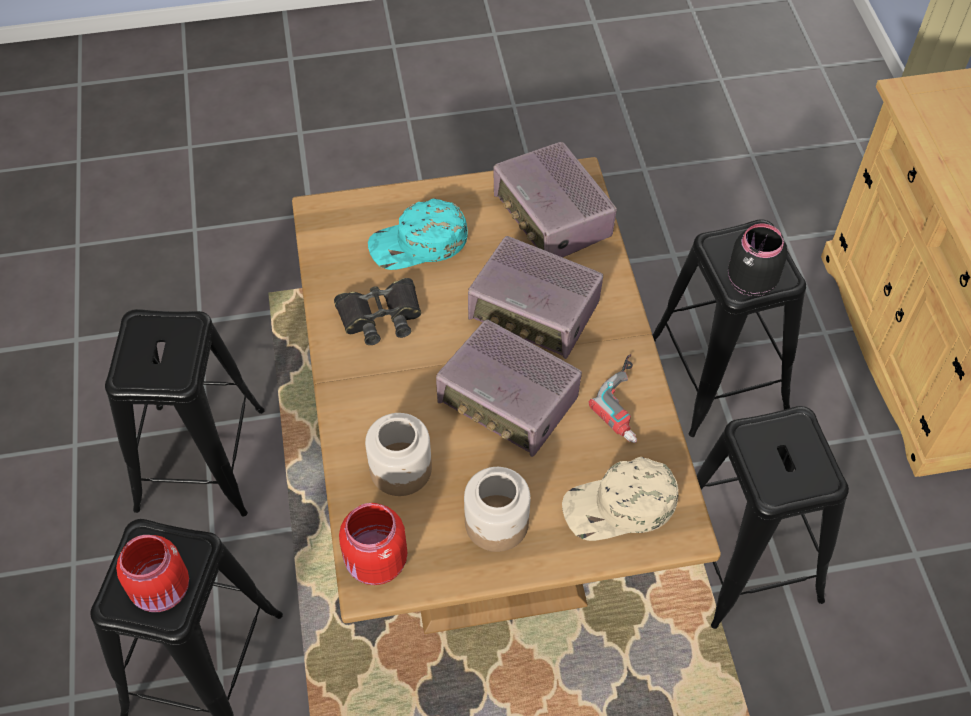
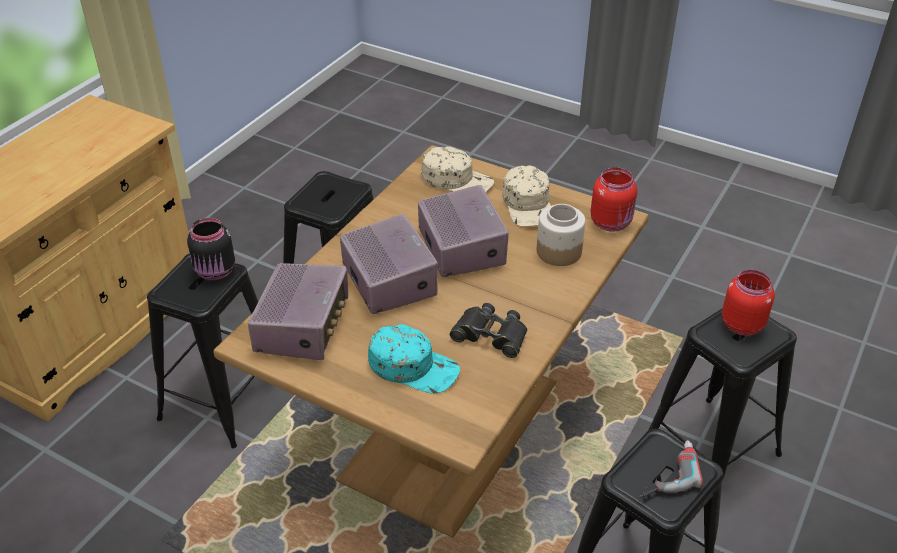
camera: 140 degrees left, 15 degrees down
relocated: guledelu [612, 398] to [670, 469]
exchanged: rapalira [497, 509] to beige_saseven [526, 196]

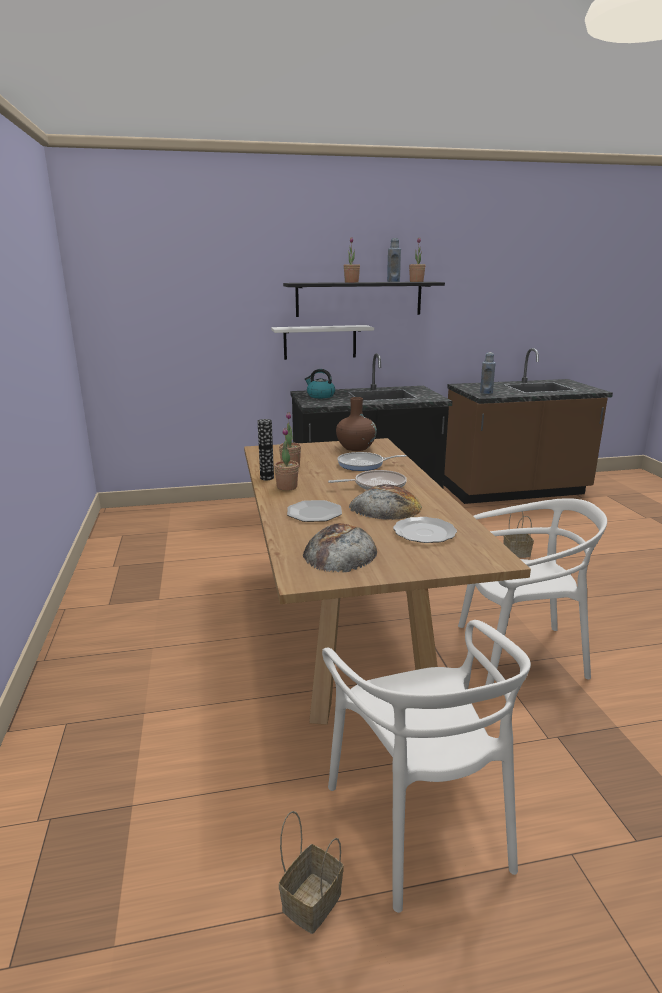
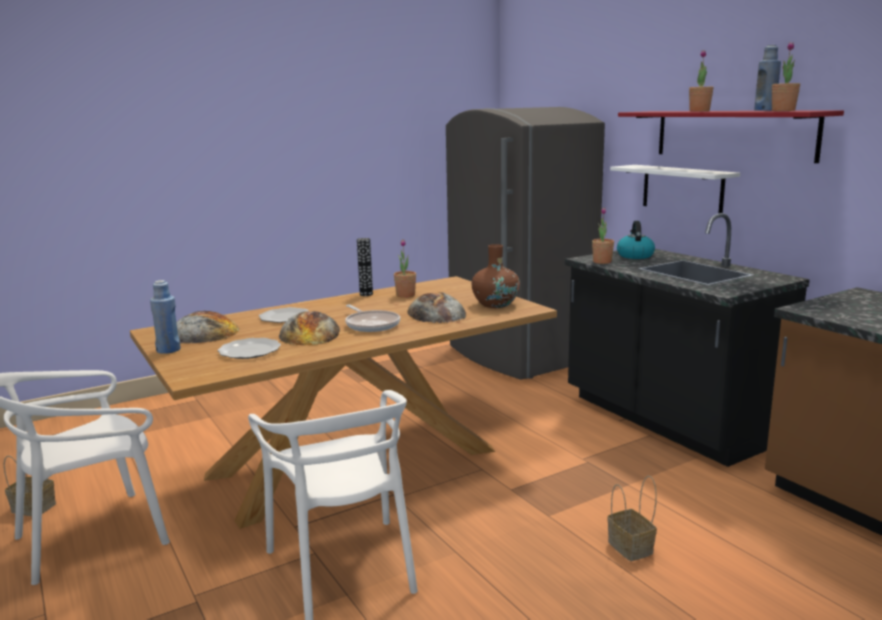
camera: 70 degrees right, 5 degrees down
appeared: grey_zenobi [525, 243]
relocated: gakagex [286, 459] to [603, 235]; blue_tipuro [488, 373] to [165, 317]
exchanged: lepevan [372, 461] to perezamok [437, 307]
colour: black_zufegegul [364, 299] to red_zufegegul [731, 136]

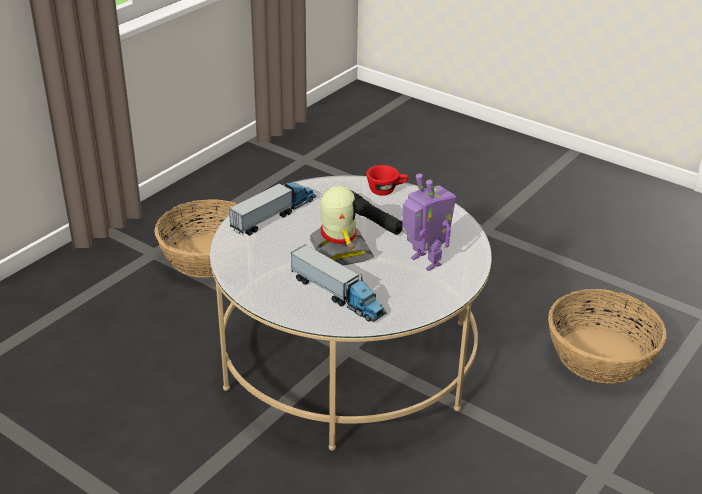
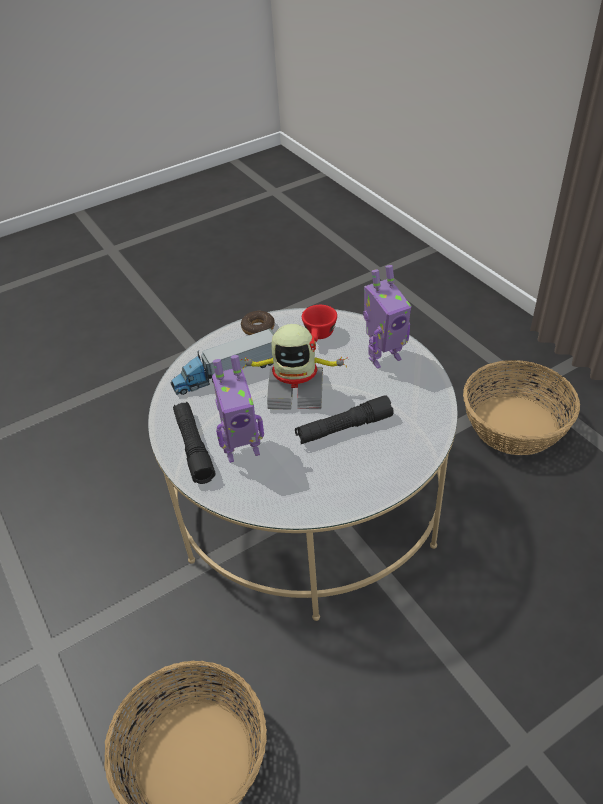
camera: 115 degrees right, 10 degrees up
appeared: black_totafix [194, 443]; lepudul [258, 323]
relocated: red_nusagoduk [387, 180] to [319, 323]
exchanged: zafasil [272, 207] to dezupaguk [387, 317]

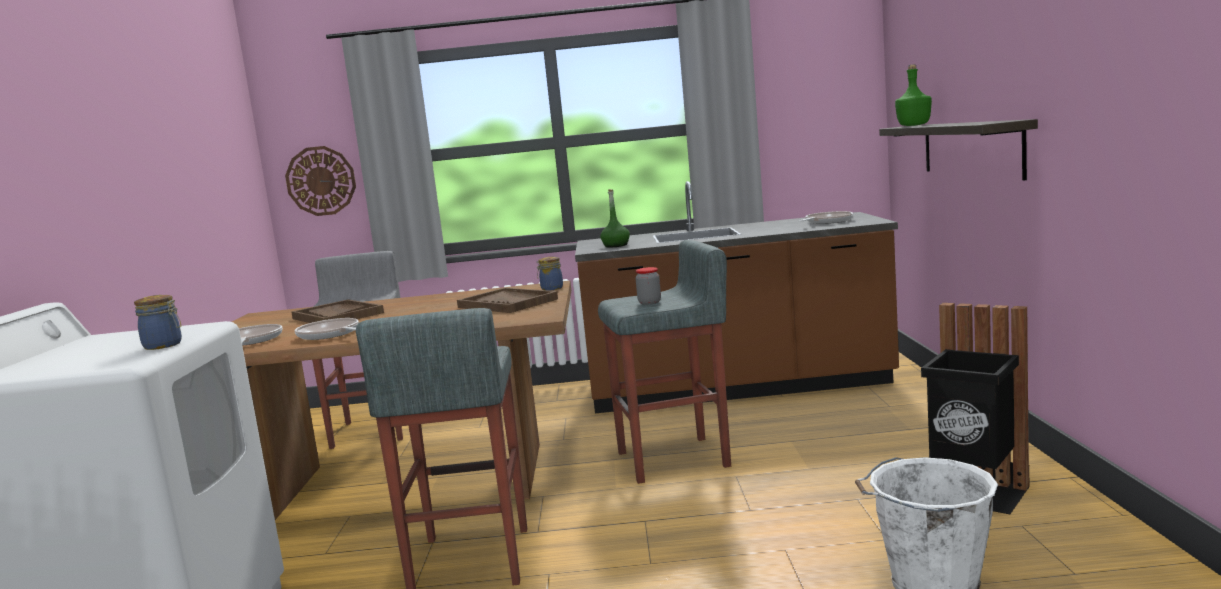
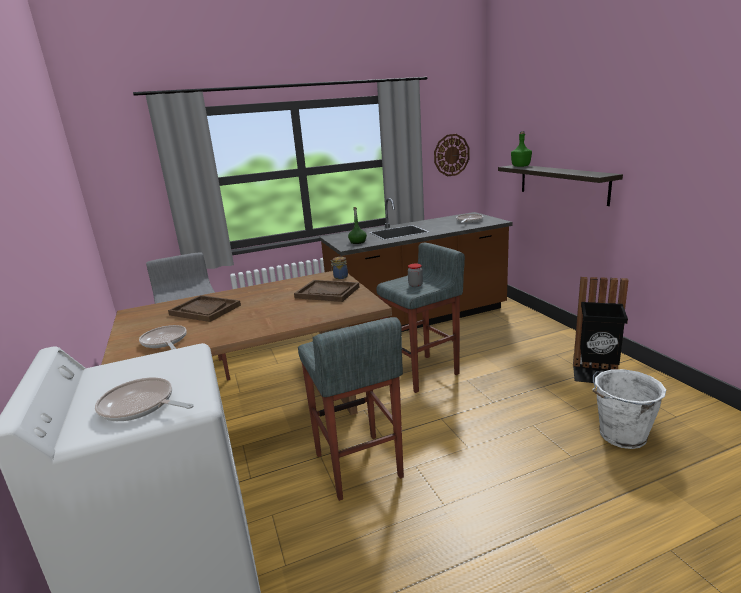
camera: 20 degrees left, 10 degrees up
missing: rapalira [158, 322]
relocated: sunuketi [320, 181] to [452, 155]; lepevan [327, 329] to [144, 399]

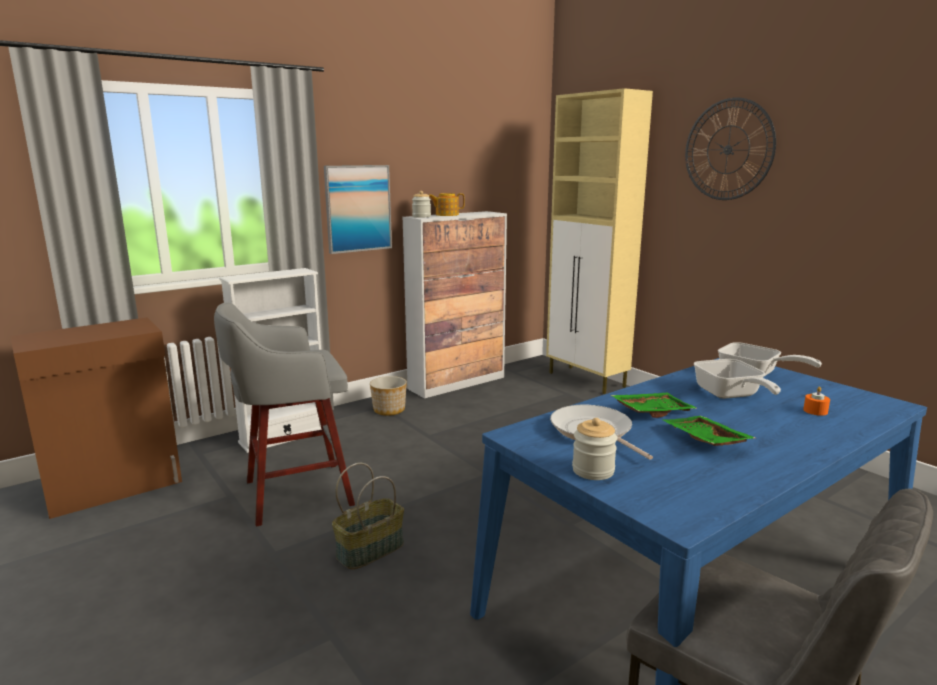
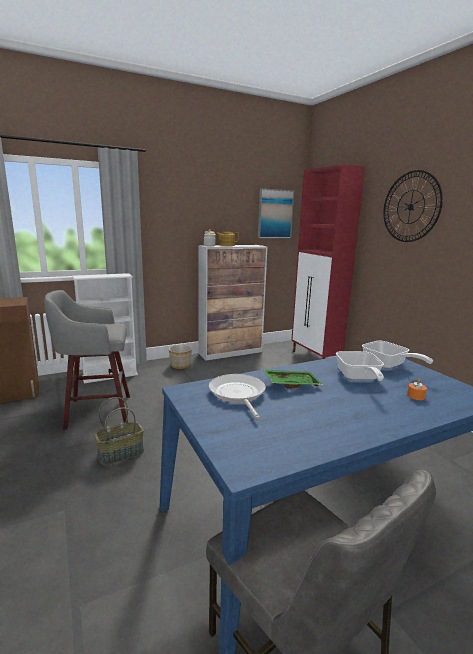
camera: 10 degrees right, 0 degrees up
missing: rapalira [594, 449]; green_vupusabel [709, 431]
relocated: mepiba [358, 209] to [276, 213]
colour: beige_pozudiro [599, 241] to red_pozudiro [328, 261]

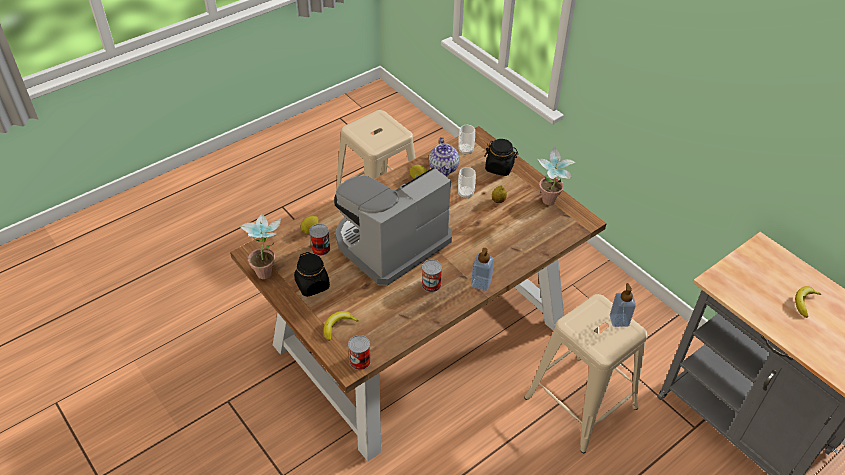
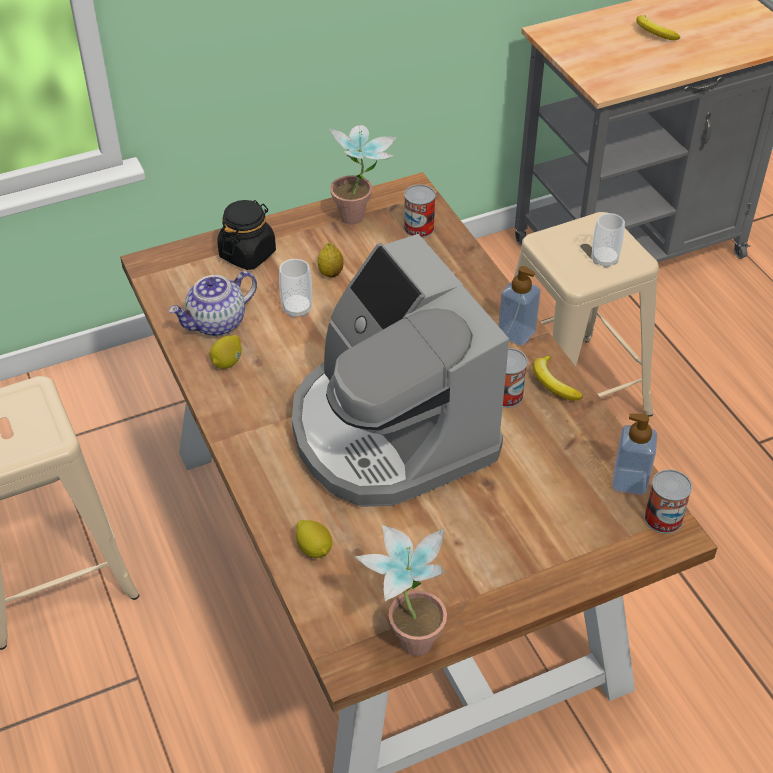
camera: 75 degrees left, 0 degrees up
missing: black_rapalira [312, 274]
relocated: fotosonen [319, 240] to [420, 211]; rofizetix [341, 326] to [558, 378]; nusagoduk [466, 140] to [608, 240]; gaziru [623, 305] to [634, 454]
spun: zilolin [444, 156] = [213, 303] 135 degrees clockwise

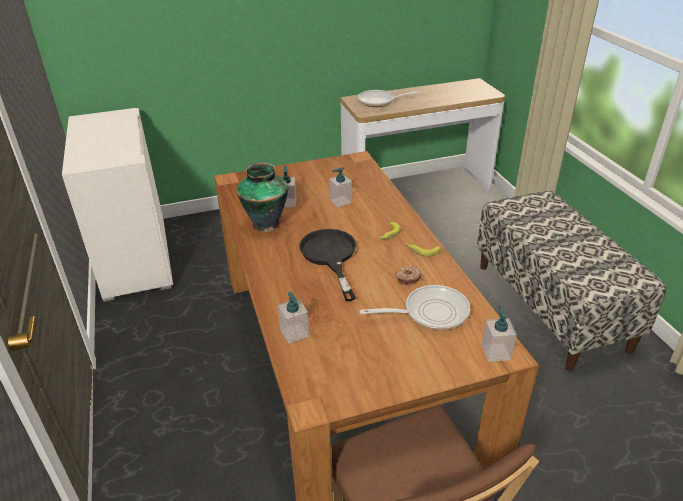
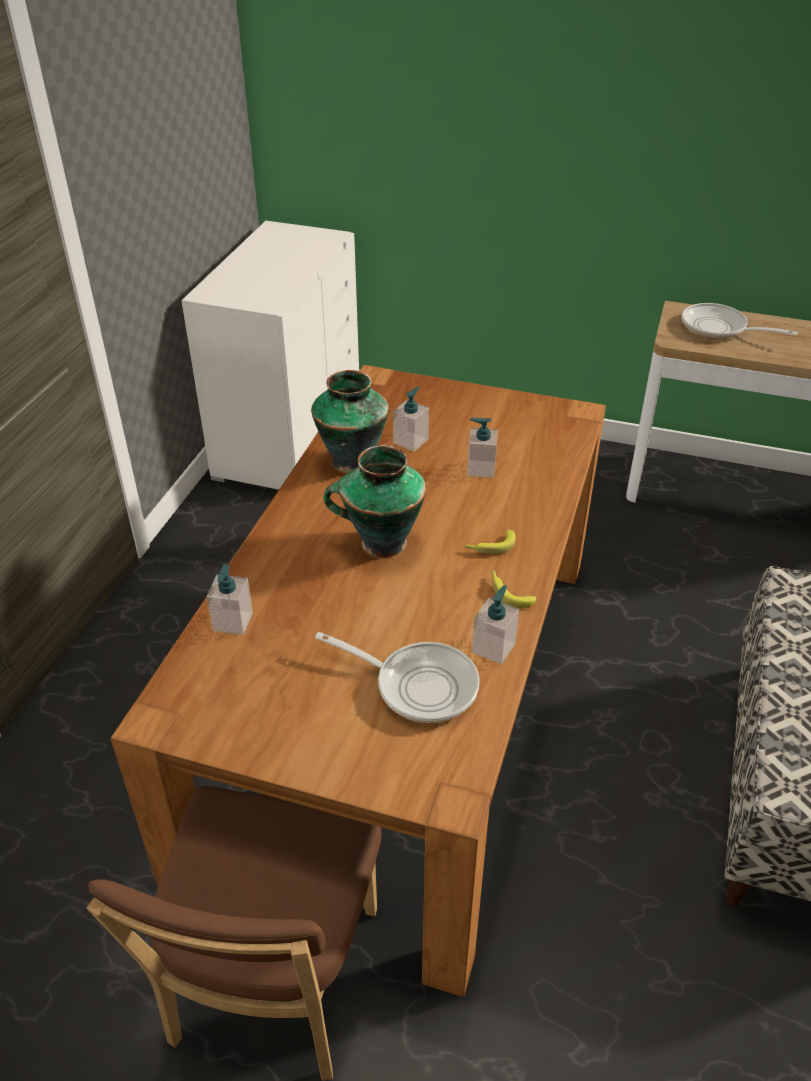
camera: 35 degrees right, 5 degrees up
missing: lepudul [408, 275]
relocated: gaziru [499, 333] to [495, 624]
exchanged: black_lepevan [327, 265] to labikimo [375, 501]

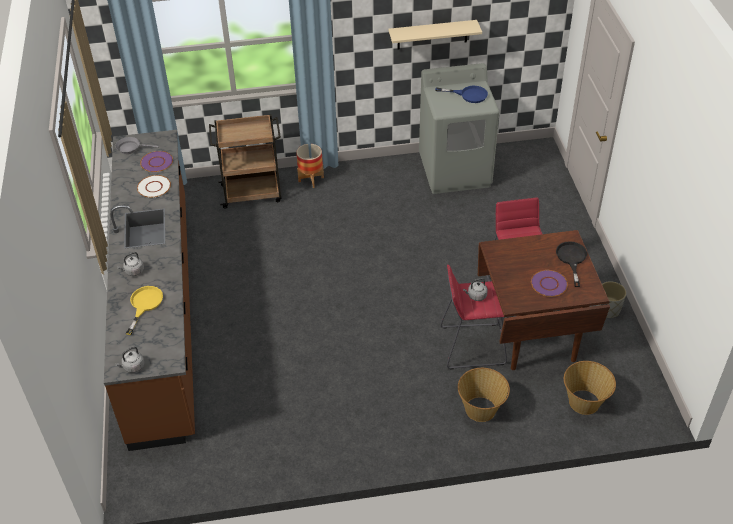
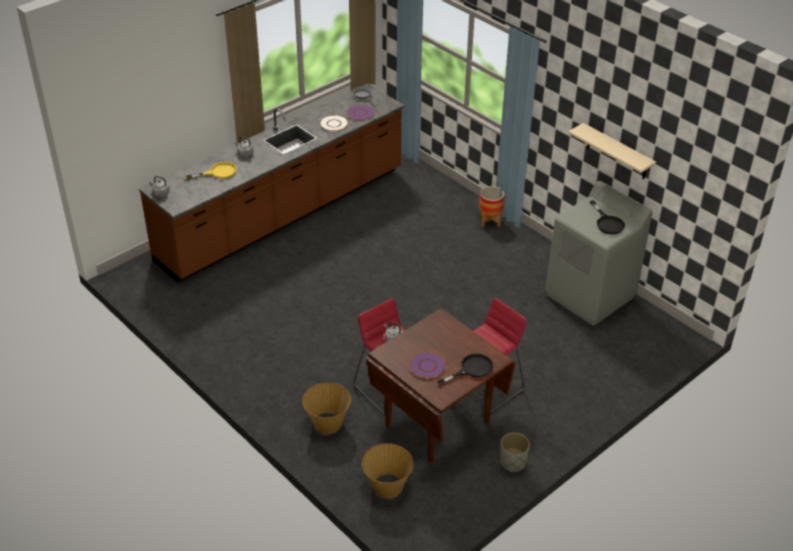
camera: 55 degrees right, 5 degrees down
missing: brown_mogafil [245, 161]
colour: blue_lepevan [461, 94] to black_lepevan [607, 218]

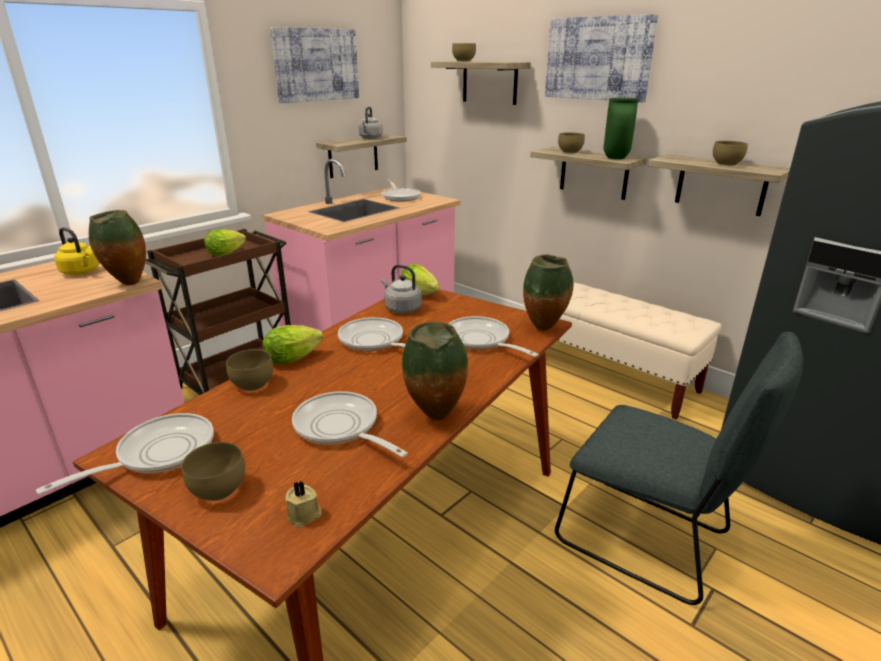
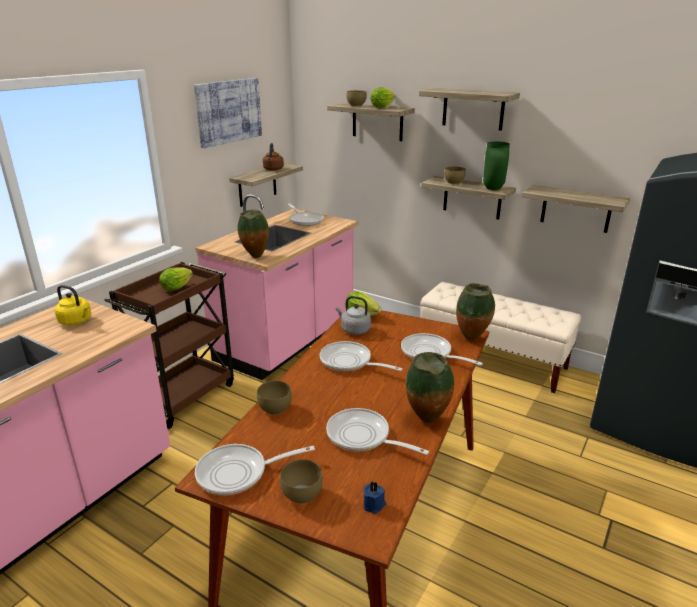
camera: 10 degrees left, 0 degrees up
missing: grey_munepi [679, 468]; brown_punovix [730, 153]
relocated: labikimo [117, 247] to [253, 234]; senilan [293, 344] to [382, 97]
exchanged: mepiba [601, 58] to zufegegul [469, 109]
colour: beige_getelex [303, 504] to blue_getelex [374, 498]; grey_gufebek [371, 123] to brown_gufebek [273, 157]
spun: lepevan [125, 454] = [255, 469] 135 degrees counterclockwise

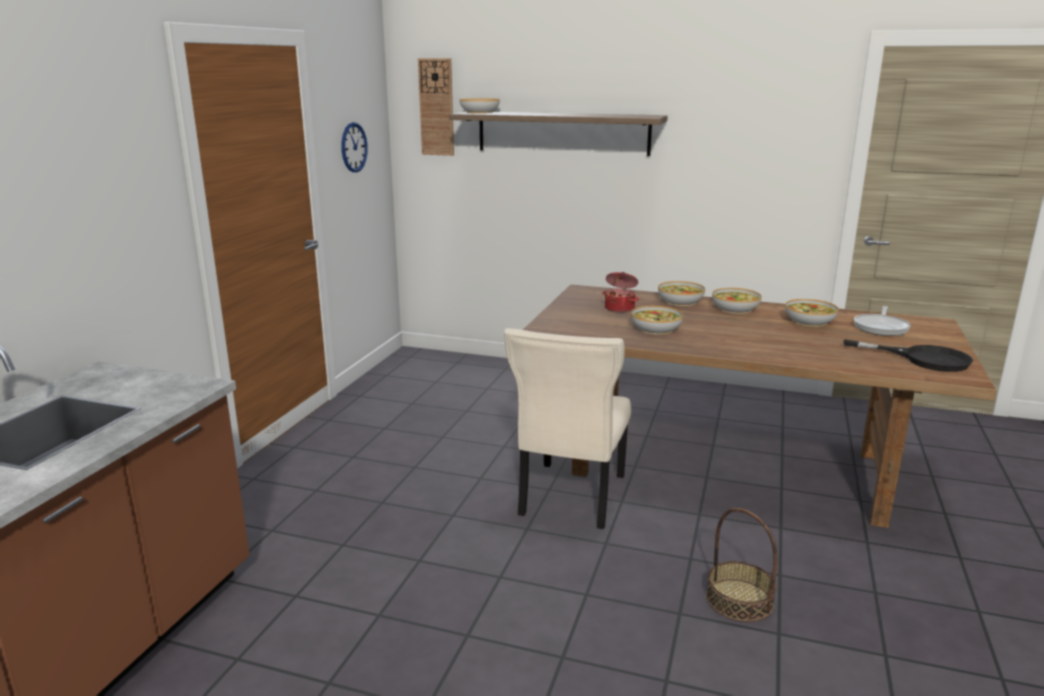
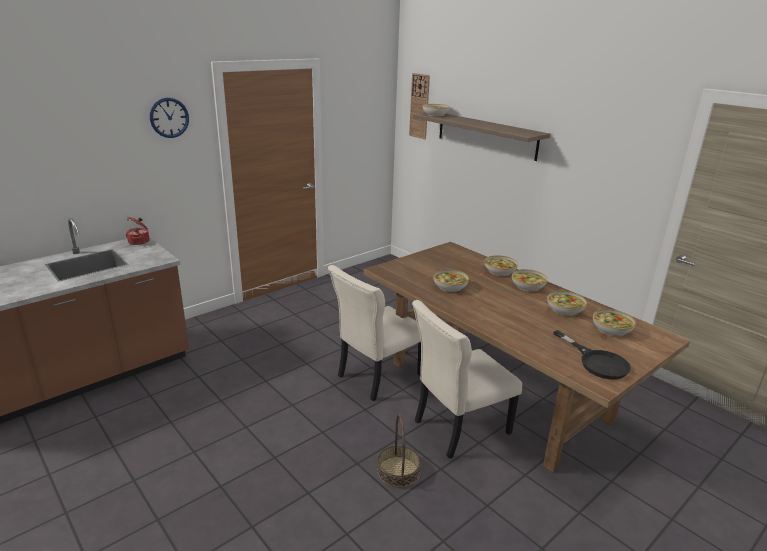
camera: 30 degrees right, 5 degrees up
appeared: beige_munepi [467, 379]
relocated: sunuketi [354, 147] to [169, 118]; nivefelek [620, 292] to [138, 231]
exchanged: lepevan [882, 321] to punovix [614, 322]

